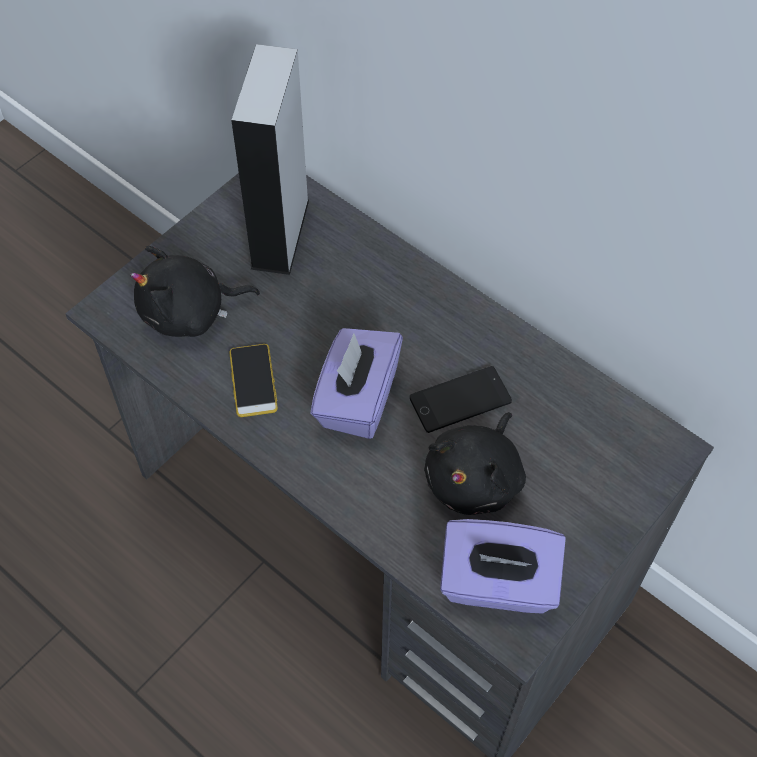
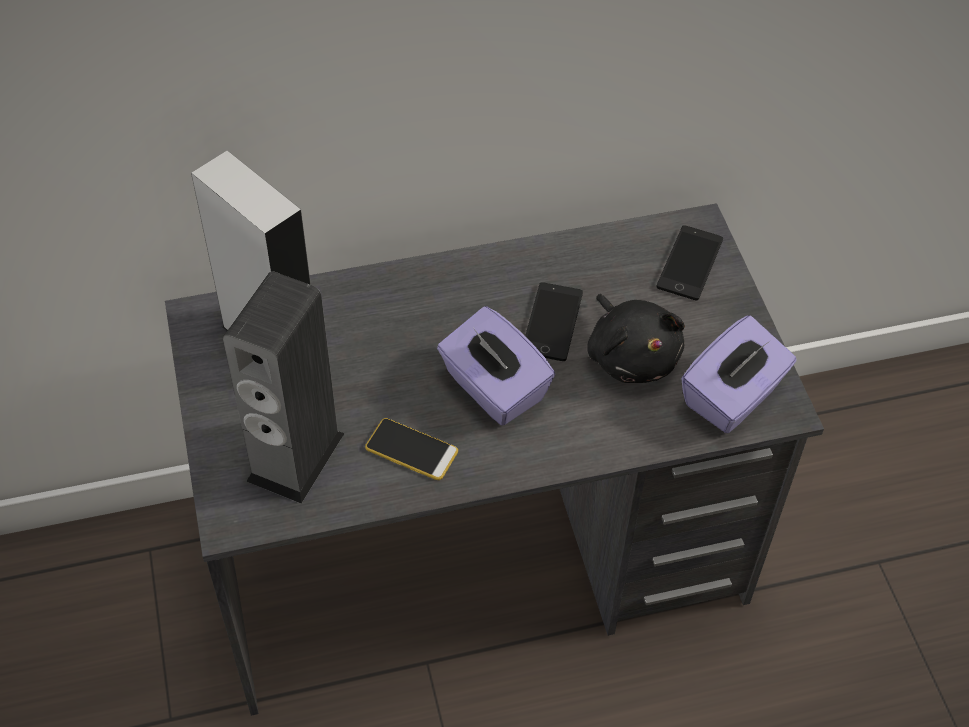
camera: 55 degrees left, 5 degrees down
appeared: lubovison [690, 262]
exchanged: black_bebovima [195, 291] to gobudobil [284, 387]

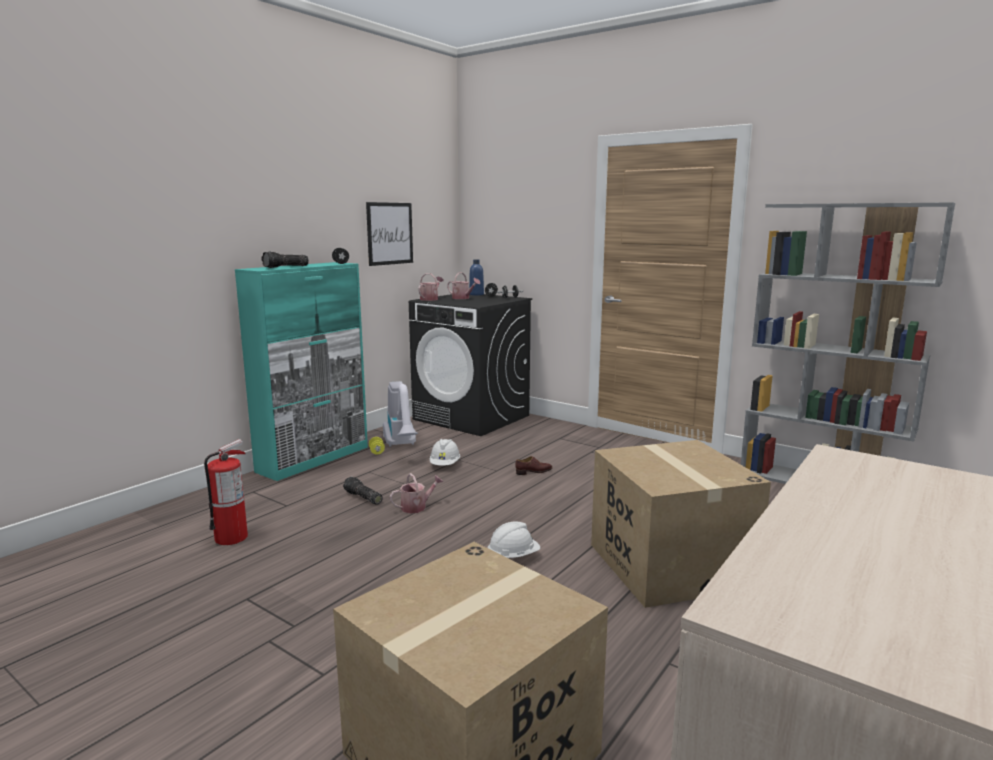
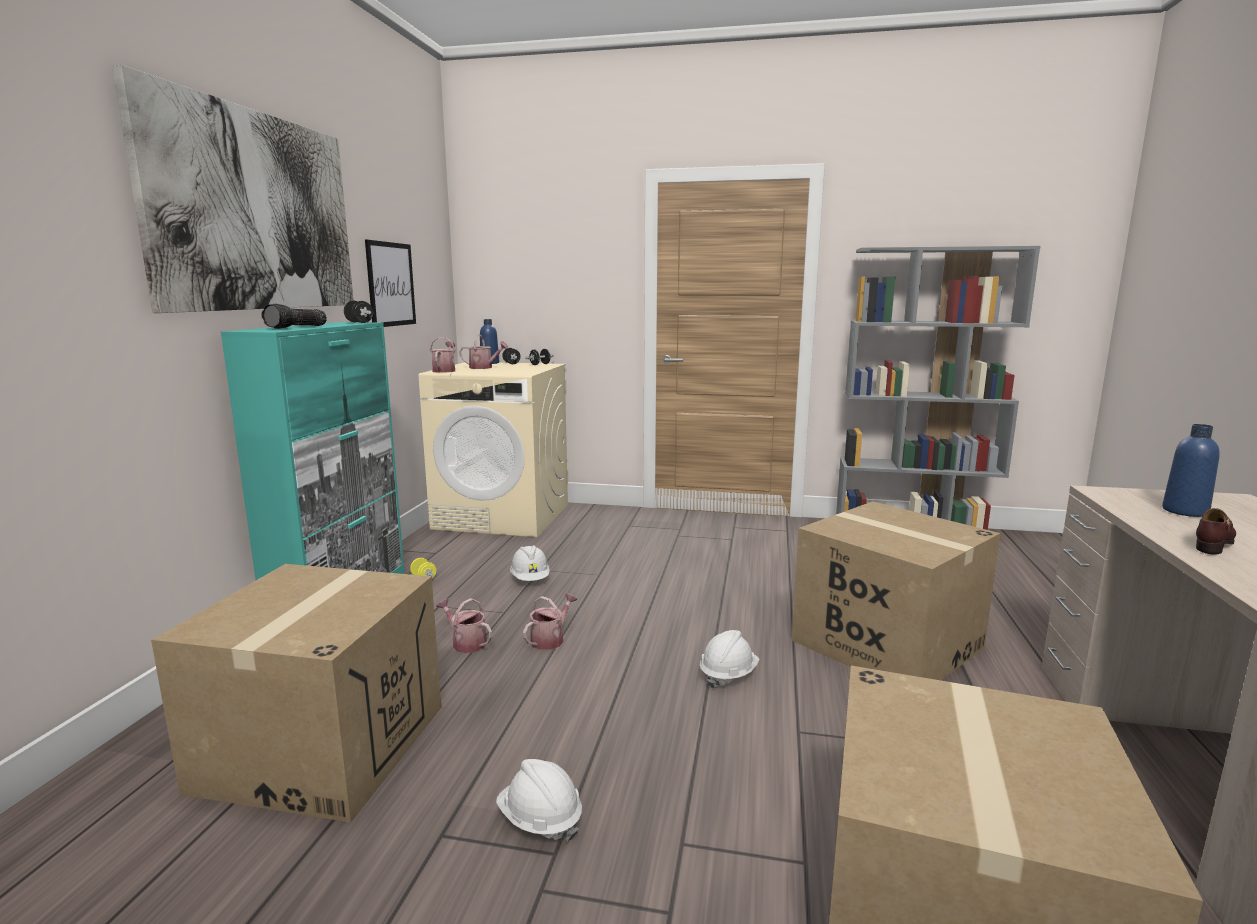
camera: 25 degrees left, 0 degrees up
missing: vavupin [400, 414]
appeared: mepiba [232, 189]; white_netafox [539, 800]; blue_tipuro [1191, 470]
relocated: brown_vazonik [534, 465] to [1216, 531]
exchanged: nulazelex [226, 492] to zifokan [296, 693]; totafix [363, 491] to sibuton [464, 625]
colour: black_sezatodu [470, 365] to beige_sezatodu [493, 449]

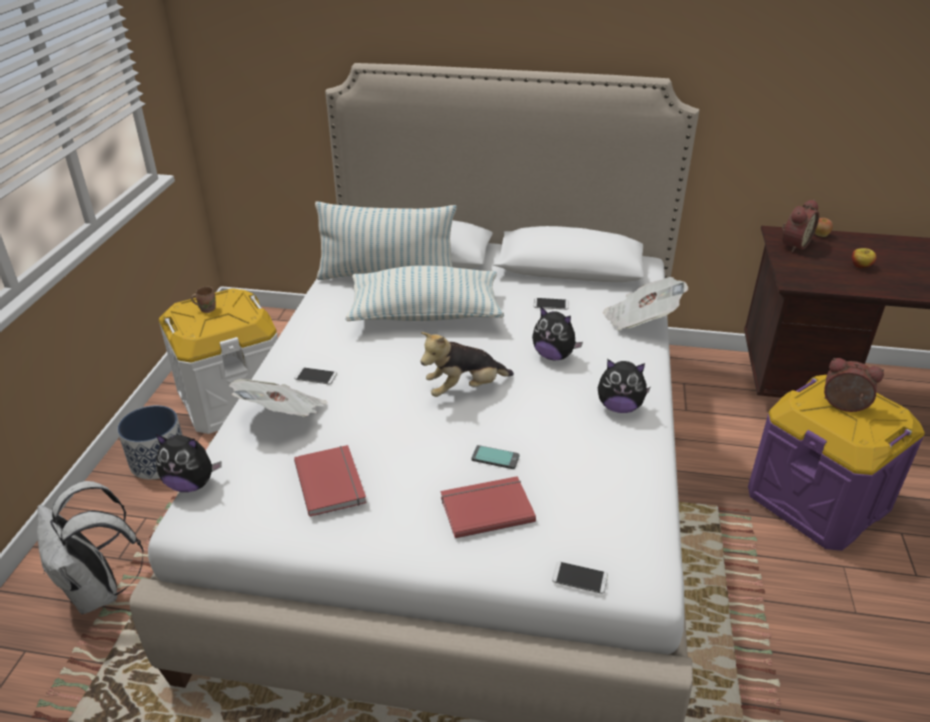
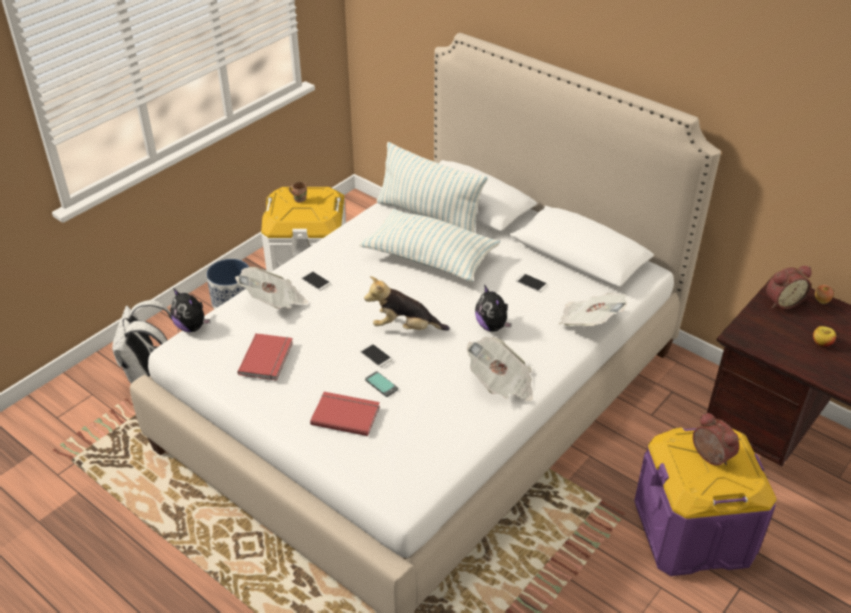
camera: 30 degrees right, 5 degrees up
relocated: lubovison [580, 578] to [376, 355]
exchanged: bebovima [624, 386] to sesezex [500, 369]

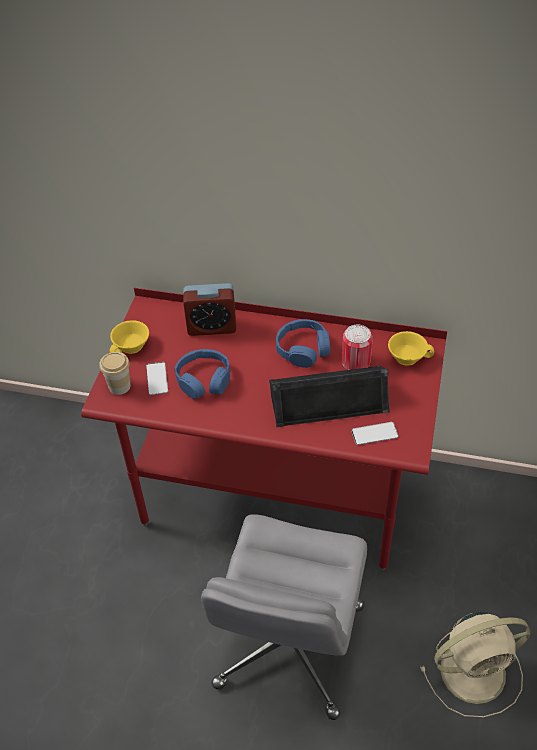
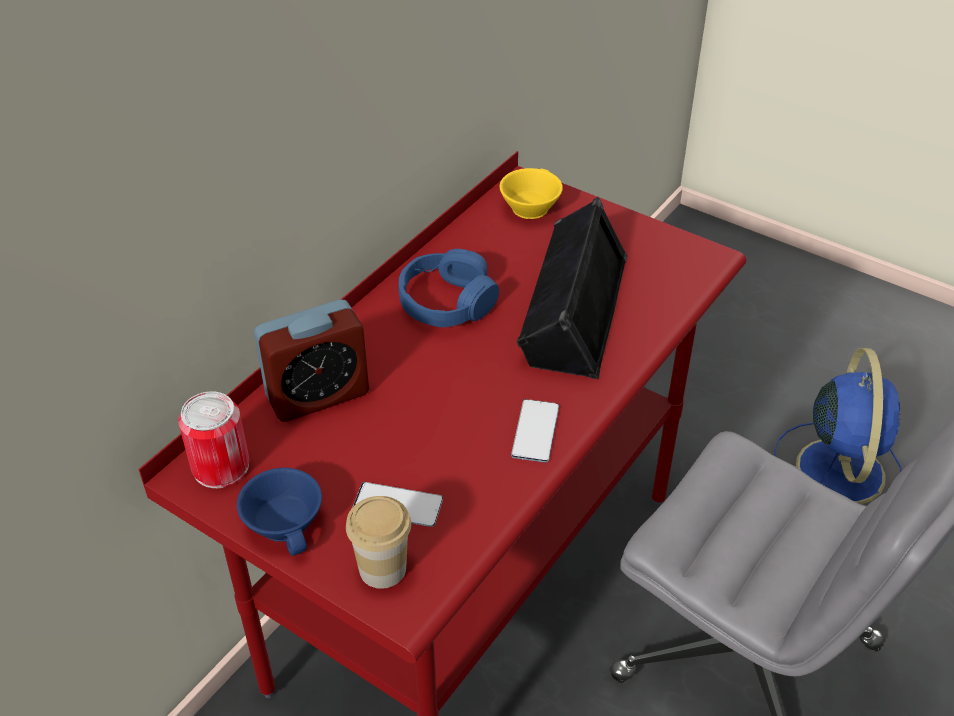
camera: 70 degrees left, 5 degrees down
missing: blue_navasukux [202, 374]
relocated: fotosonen [357, 347] to [213, 439]; lubovison [374, 433] to [535, 431]
colour: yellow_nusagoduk [129, 337] to blue_nusagoduk [279, 512]; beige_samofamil [475, 665] to blue_samofamil [838, 426]
spun: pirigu [209, 309] = [311, 361] 45 degrees clockwise

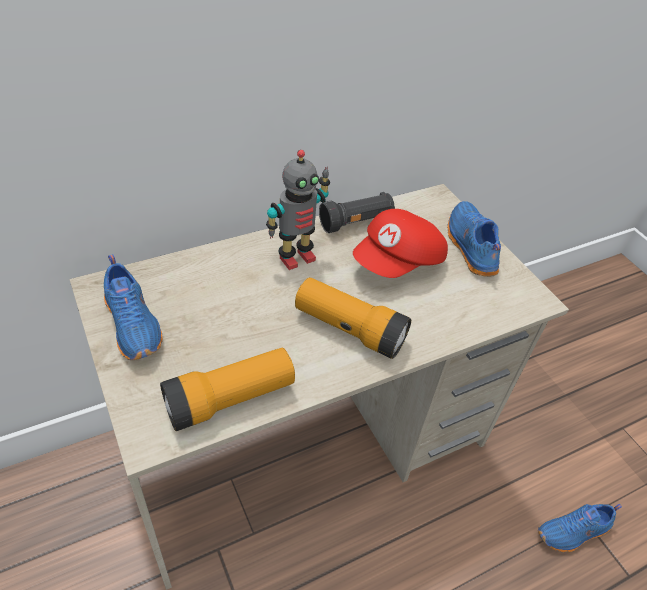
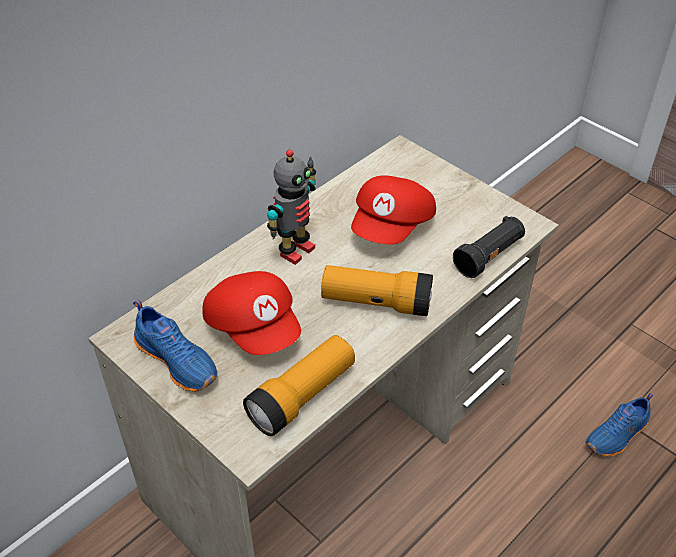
camera: 15 degrees left, 0 degrees up
missing: blue_vazonik [474, 239]
appeared: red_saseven [251, 313]
relocated: black_totafix [357, 212] to [489, 247]

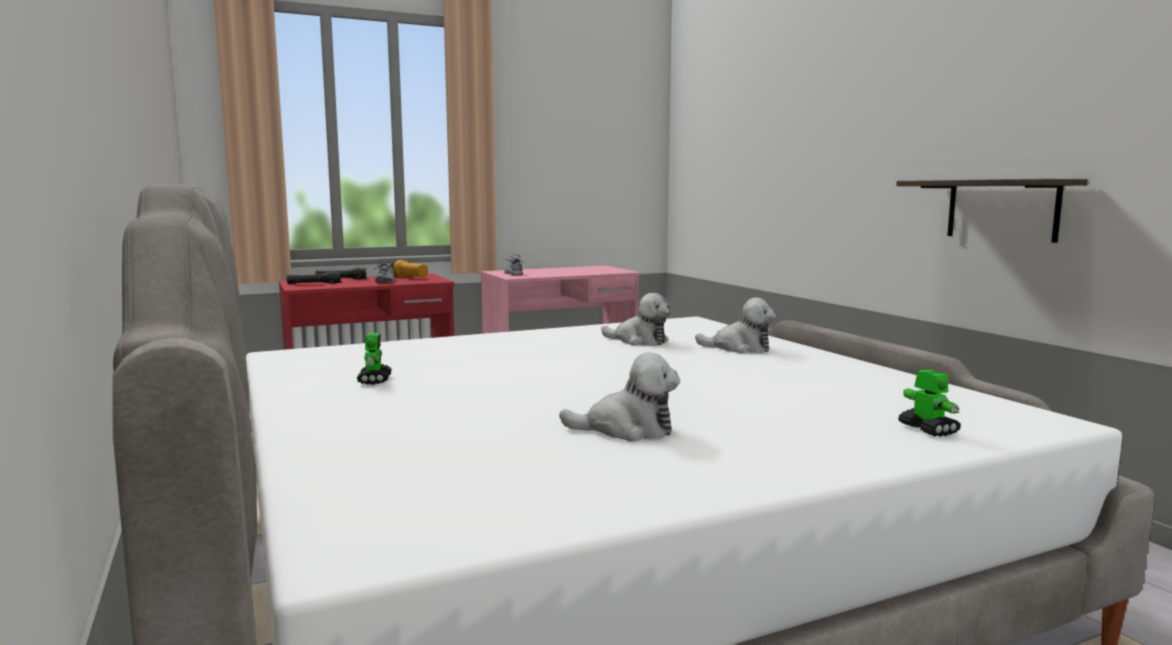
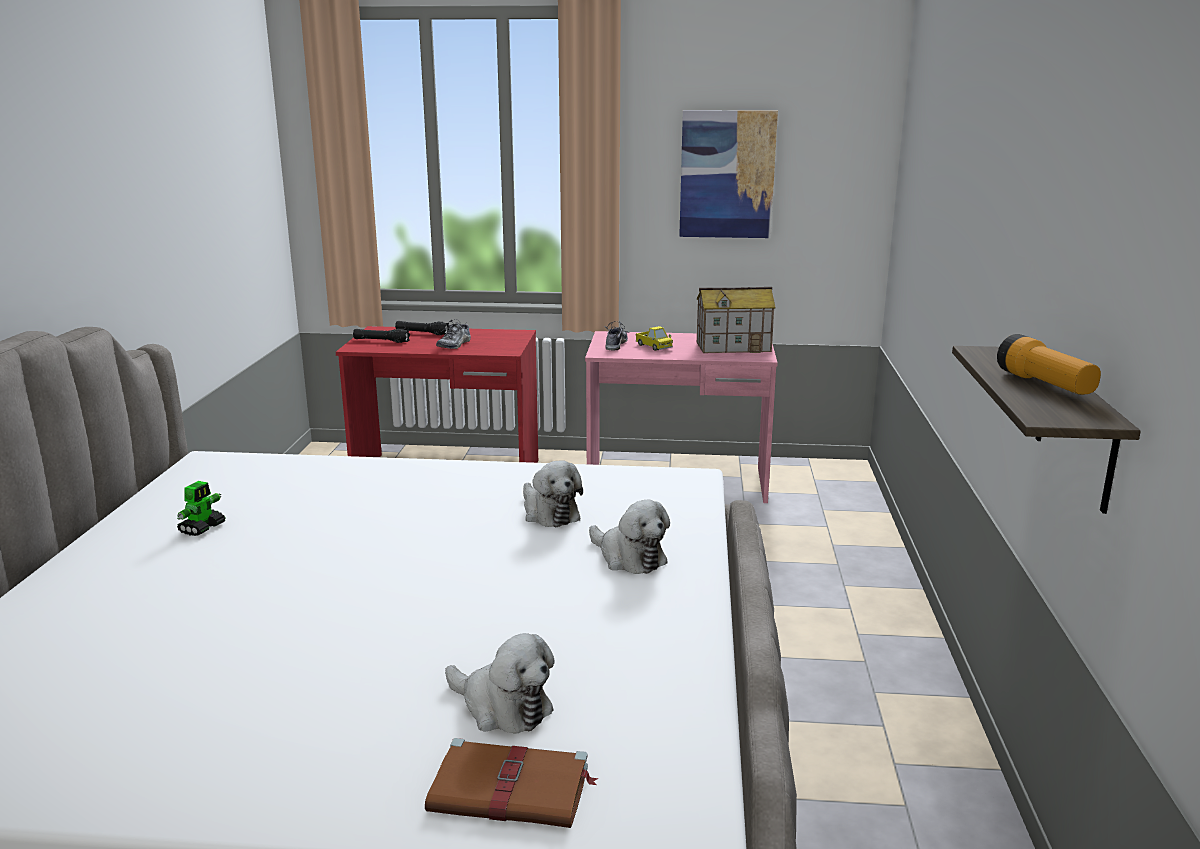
camera: 30 degrees right, 10 degrees up
appeared: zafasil [654, 338]; mepiba [728, 174]; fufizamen [736, 320]
relocated: totafix [409, 268] to [1049, 364]; bebovima [619, 397] to [500, 683]
exchanged: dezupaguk [929, 403] to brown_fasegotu [512, 783]

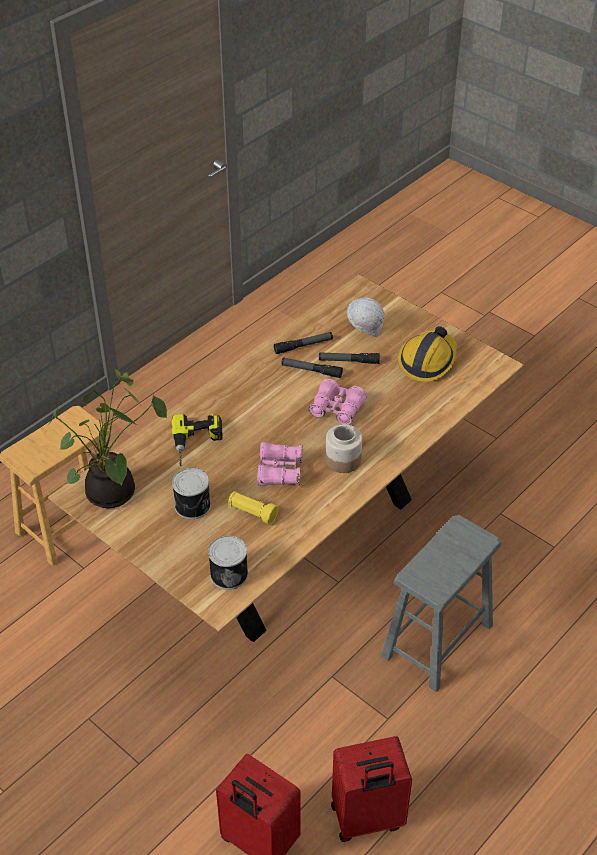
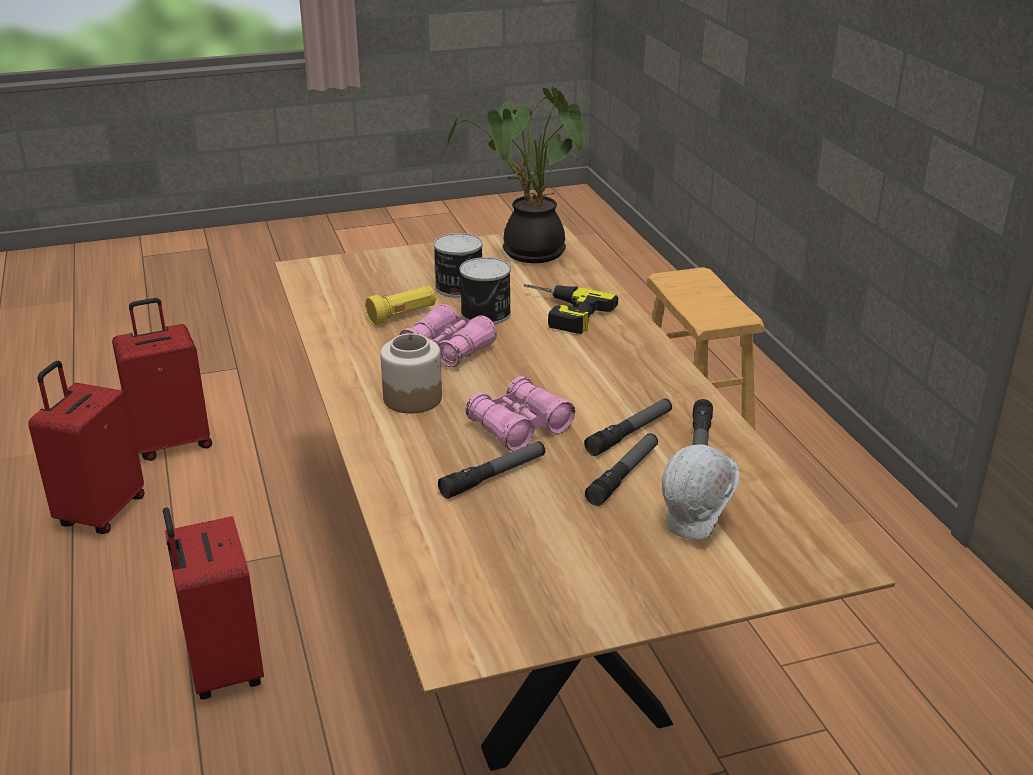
camera: 120 degrees right, 15 degrees down
missing: netafox [427, 354]
appeared: totafix [491, 470]
relocated: fotosonen [228, 562] to [485, 291]
exchanged: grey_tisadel [441, 603] to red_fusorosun [213, 603]

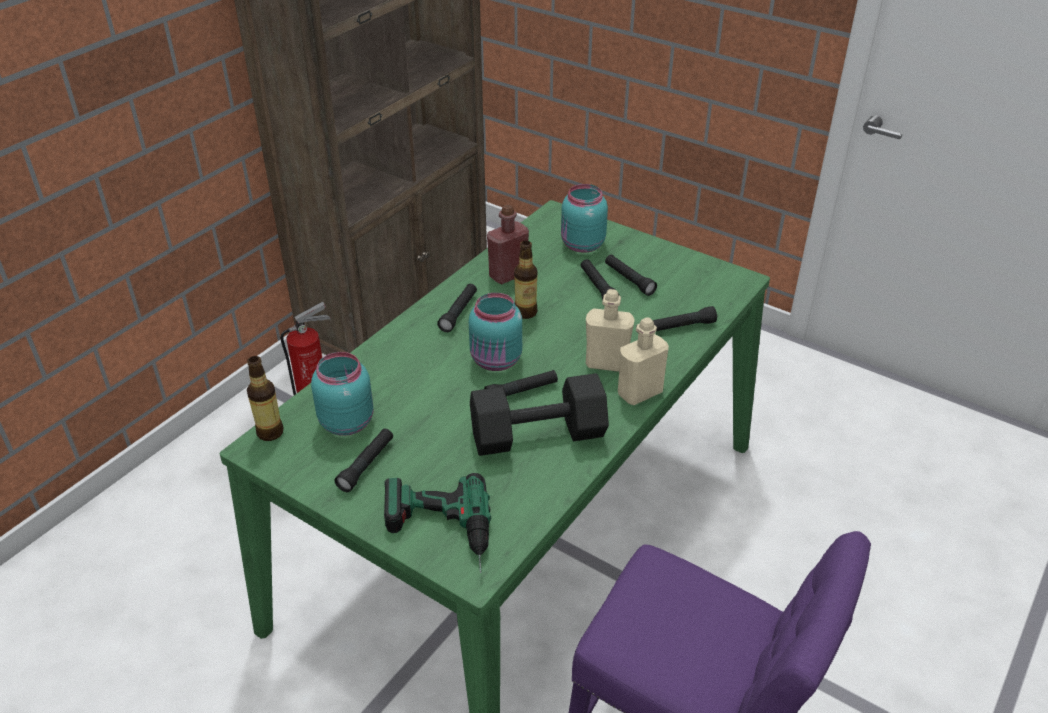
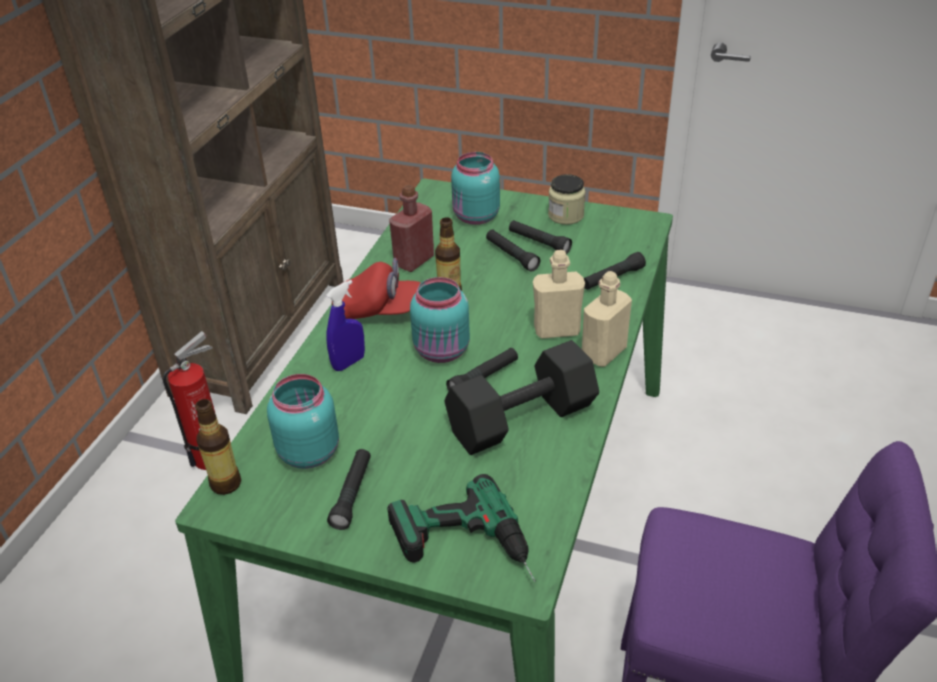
camera: 15 degrees left, 0 degrees up
appeared: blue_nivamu [345, 325]; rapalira [567, 199]
exchanged: black_totafix [457, 308] to red_saseven [376, 288]

